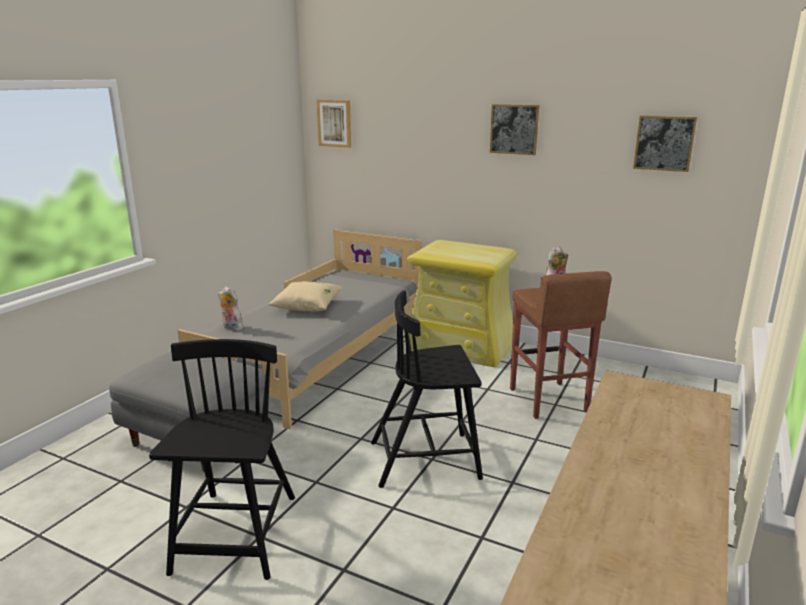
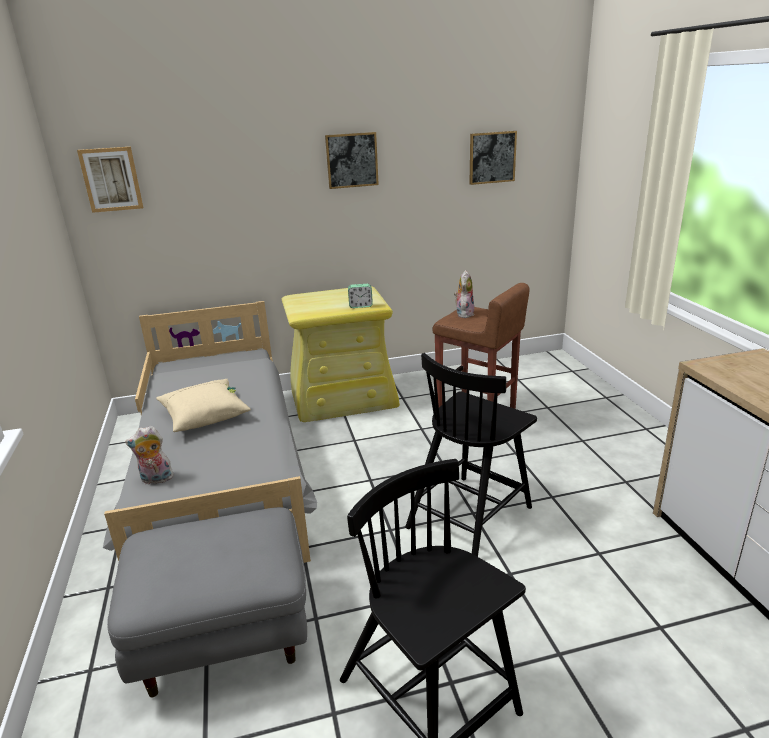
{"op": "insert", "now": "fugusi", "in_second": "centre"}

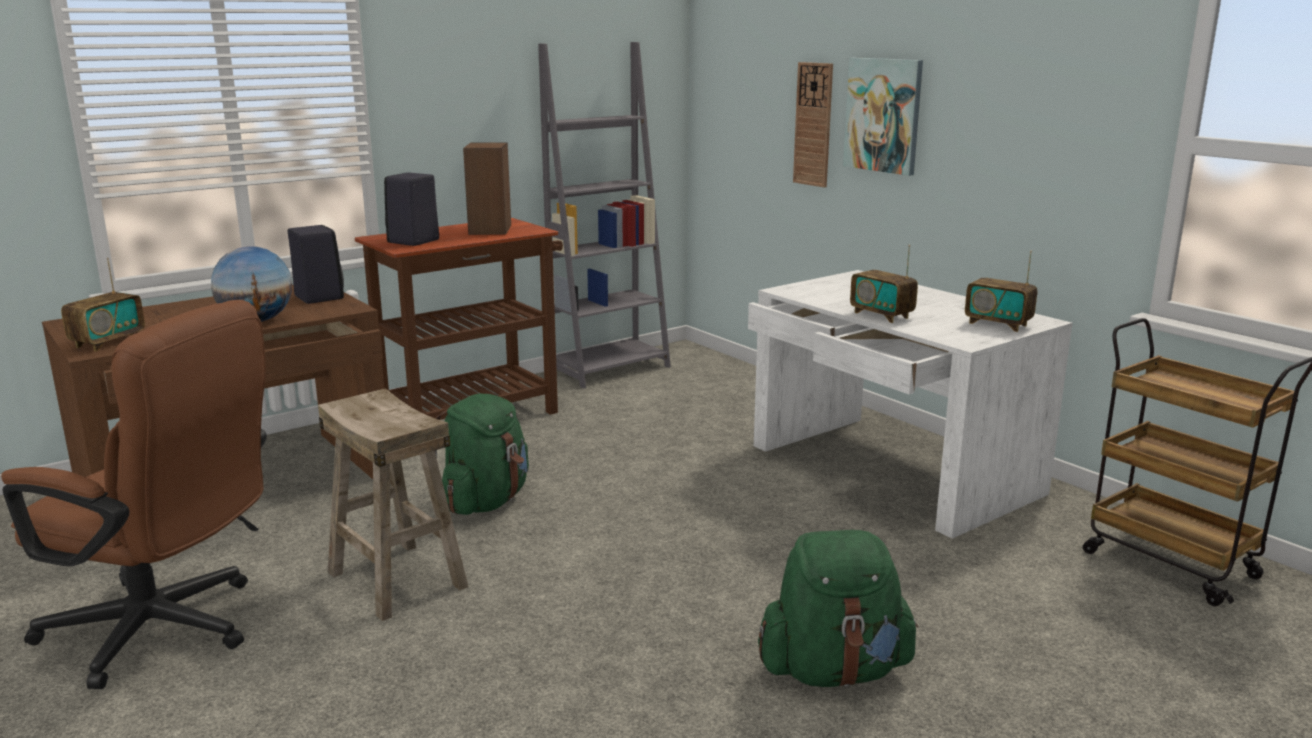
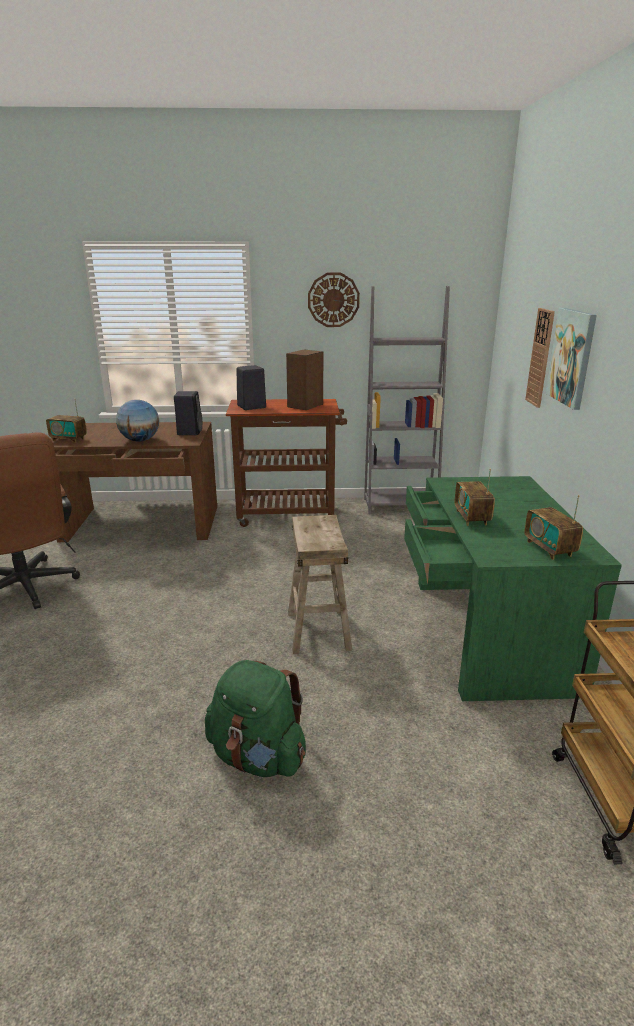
{"op": "rotate", "was": "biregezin (1st from left)", "in_first": "middle left", "in_second": "middle left", "clockwise": 45}
{"op": "recolor", "was": "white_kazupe", "now": "green_kazupe", "in_first": "middle right", "in_second": "middle right"}
{"op": "move", "was": "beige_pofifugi", "in_first": "bottom left", "in_second": "centre"}
{"op": "delete", "was": "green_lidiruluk (1st from left)", "in_first": "centre"}
{"op": "insert", "now": "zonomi (1st from left)", "in_second": "top centre"}

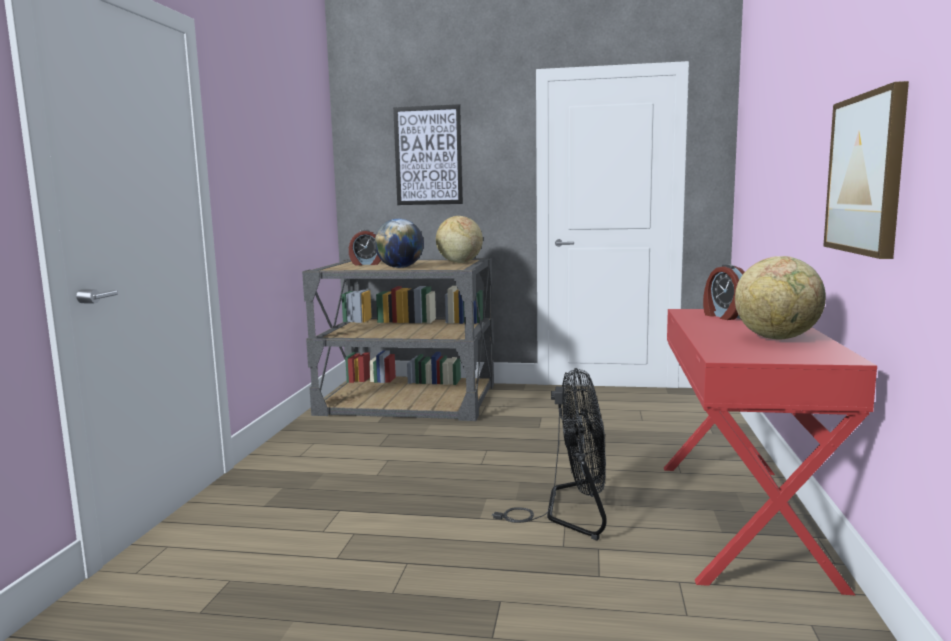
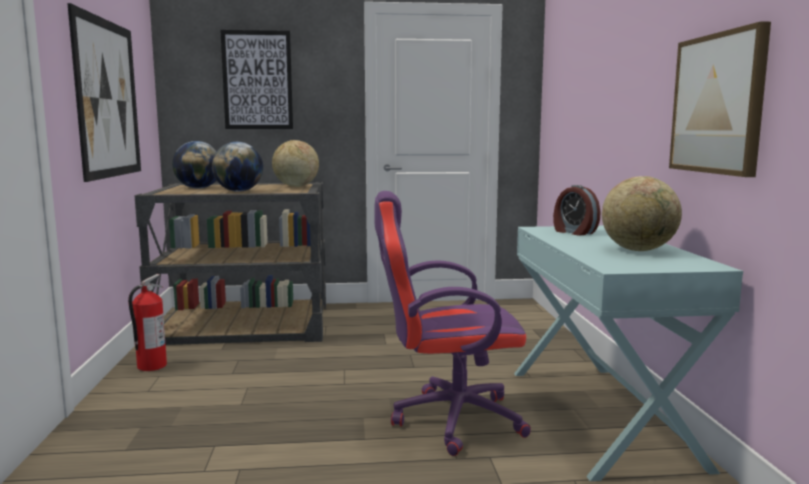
{"op": "replace", "was": "fugusi (1st from left)", "now": "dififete (1st from left)", "in_first": "centre", "in_second": "middle left"}
{"op": "recolor", "was": "red_kazupe", "now": "turquoise_kazupe", "in_first": "bottom right", "in_second": "bottom right"}
{"op": "replace", "was": "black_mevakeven", "now": "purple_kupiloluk", "in_first": "bottom centre", "in_second": "bottom centre"}
{"op": "insert", "now": "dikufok (1st from left)", "in_second": "top left"}
{"op": "insert", "now": "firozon", "in_second": "middle left"}

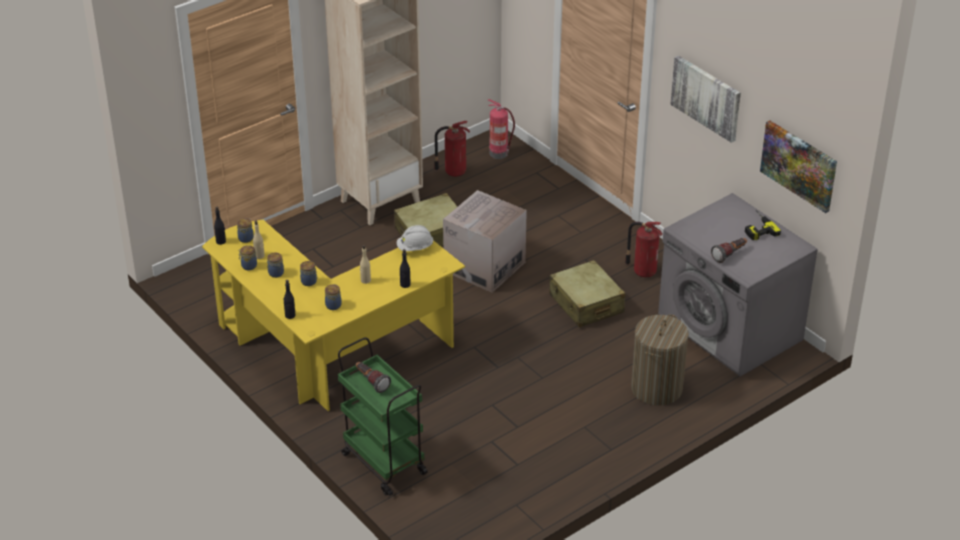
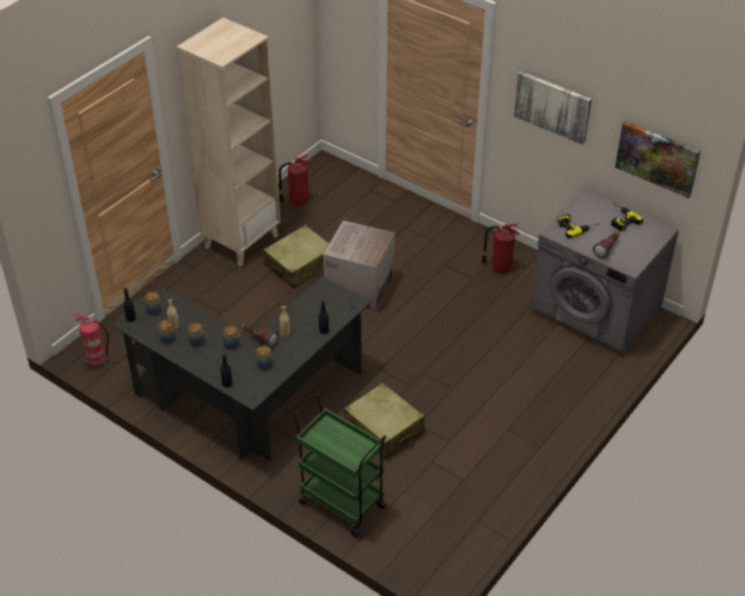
{"op": "move", "was": "firozon (2nd from left in the first image)", "now": "firozon (1st from left)", "in_first": "top centre", "in_second": "middle left"}
{"op": "recolor", "was": "yellow_kazupe", "now": "black_kazupe", "in_first": "centre", "in_second": "middle left"}
{"op": "delete", "was": "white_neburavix", "in_first": "centre"}
{"op": "move", "was": "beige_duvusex (2nd from left)", "in_first": "centre", "in_second": "bottom centre"}
{"op": "delete", "was": "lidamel", "in_first": "bottom right"}
{"op": "move", "was": "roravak (1st from left)", "in_first": "bottom centre", "in_second": "centre"}
{"op": "insert", "now": "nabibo (1st from left)", "in_second": "middle right"}

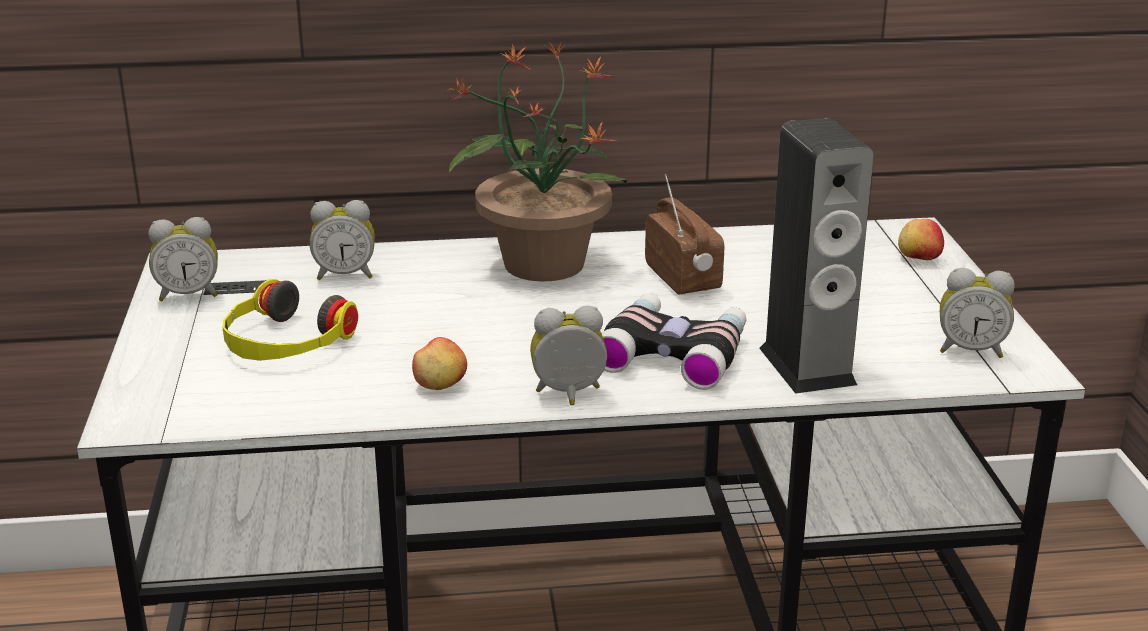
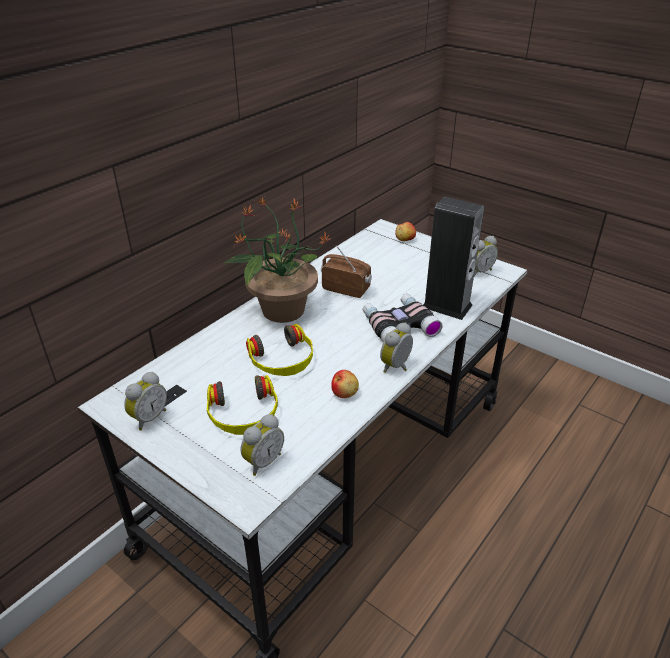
{"op": "move", "was": "fugusi (2nd from left)", "in_first": "middle left", "in_second": "bottom centre"}
{"op": "insert", "now": "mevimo (2nd from left)", "in_second": "centre"}

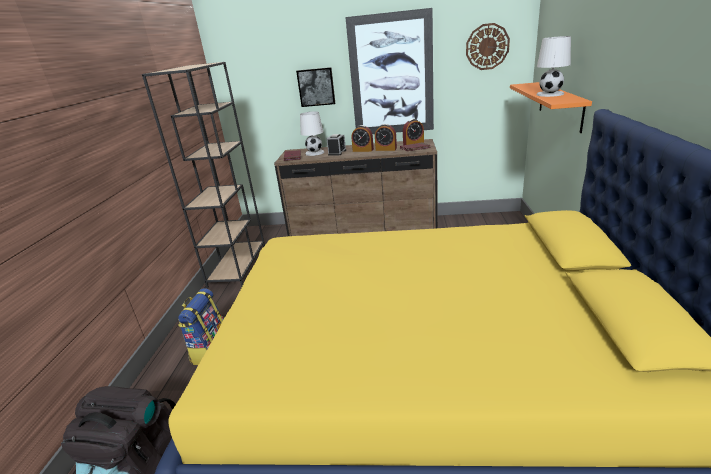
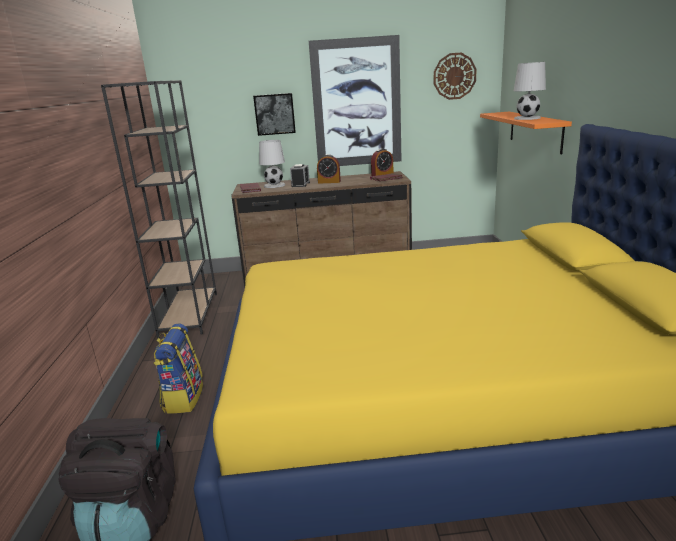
{"op": "delete", "was": "fugusi (3rd from left)", "in_first": "top centre"}

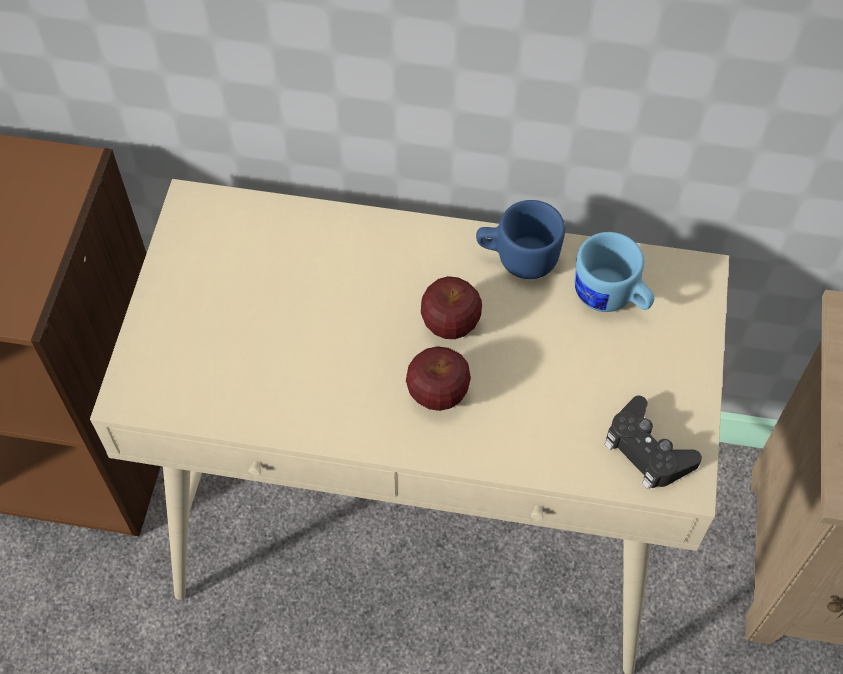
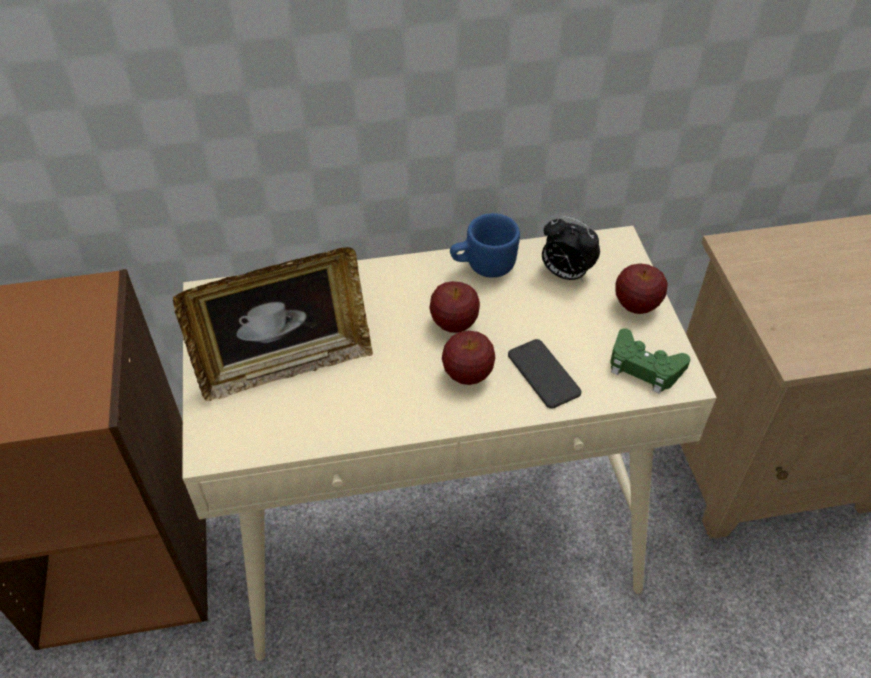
{"op": "replace", "was": "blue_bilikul (2nd from left)", "now": "fugusi", "in_first": "middle right", "in_second": "centre"}
{"op": "recolor", "was": "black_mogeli", "now": "green_mogeli", "in_first": "middle right", "in_second": "middle right"}
{"op": "insert", "now": "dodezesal", "in_second": "middle left"}
{"op": "insert", "now": "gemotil (3rd from left)", "in_second": "middle right"}
{"op": "insert", "now": "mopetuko", "in_second": "centre"}

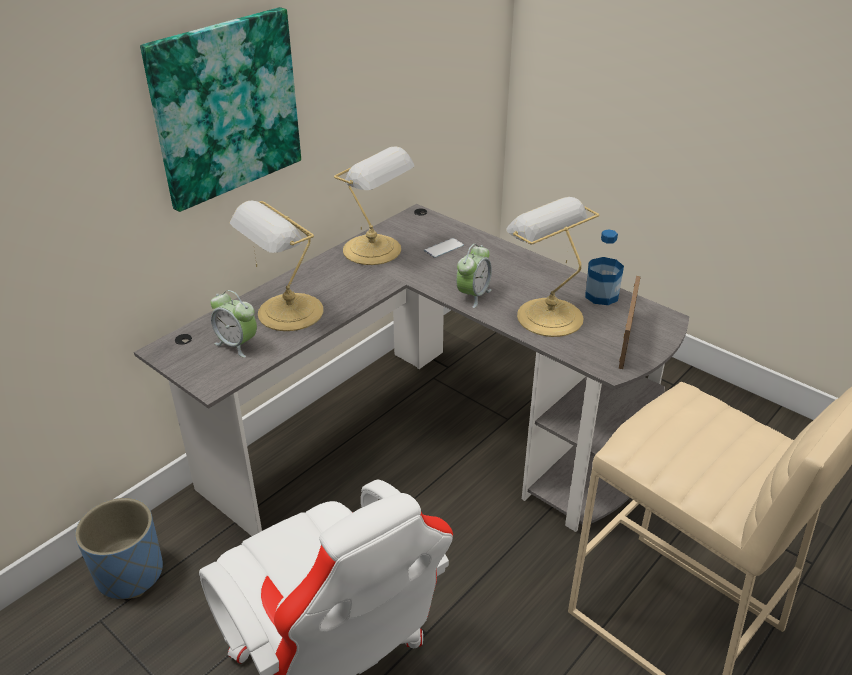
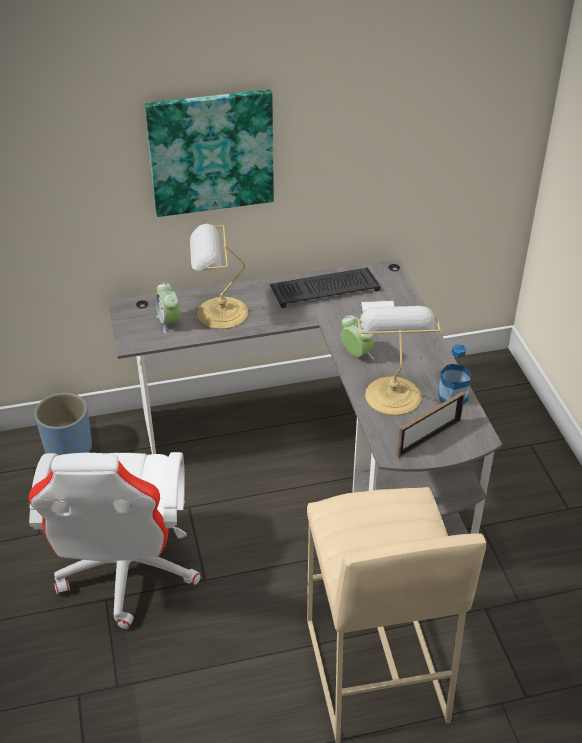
{"op": "replace", "was": "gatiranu (2nd from left)", "now": "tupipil", "in_first": "top centre", "in_second": "centre"}
{"op": "rotate", "was": "fugusi (2nd from left)", "in_first": "centre", "in_second": "centre", "clockwise": -105}

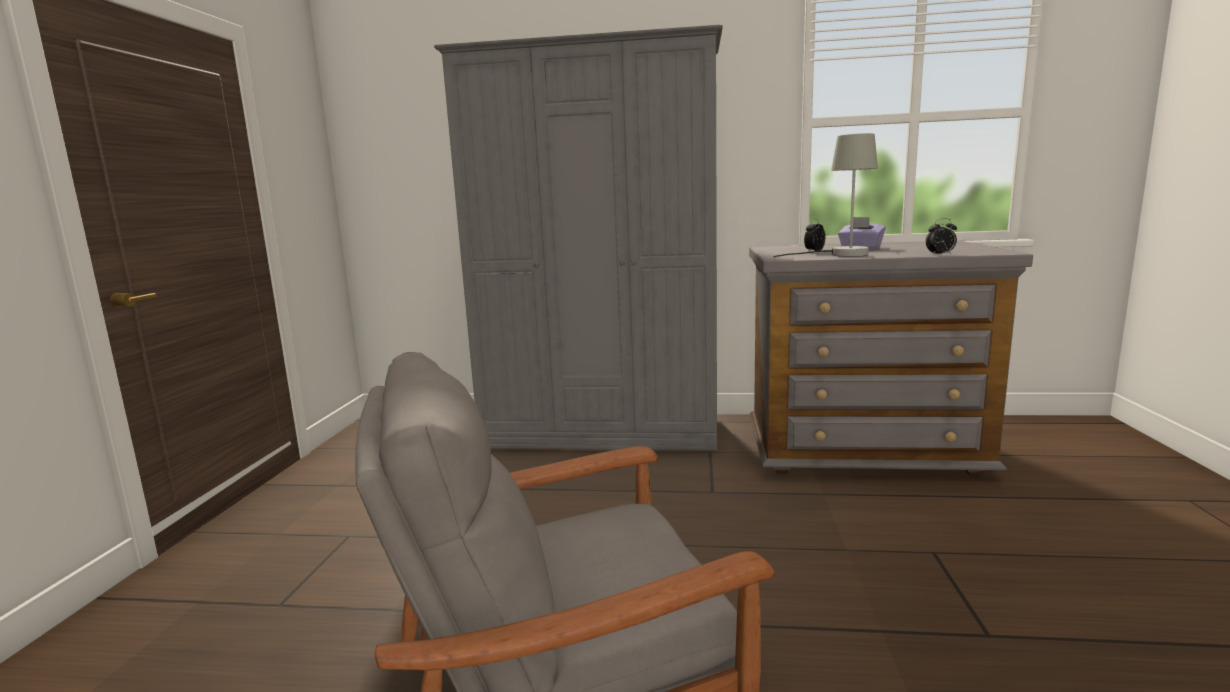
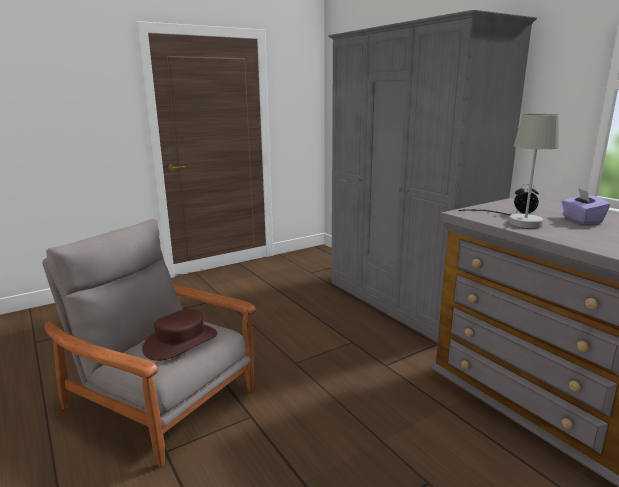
{"op": "delete", "was": "fugusi (2nd from left)", "in_first": "middle right"}
{"op": "insert", "now": "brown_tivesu", "in_second": "bottom left"}

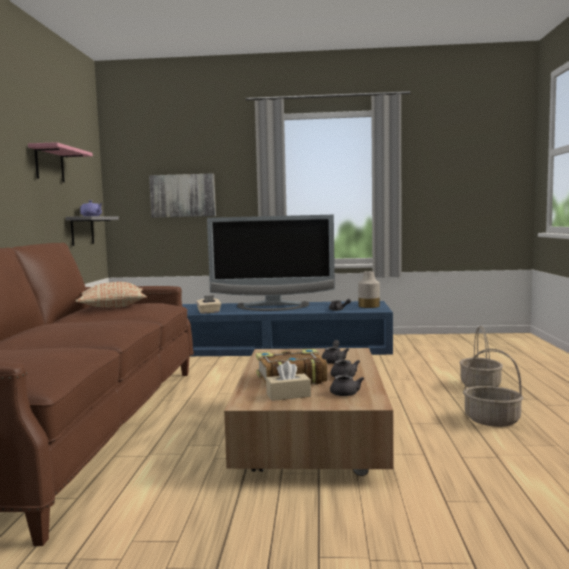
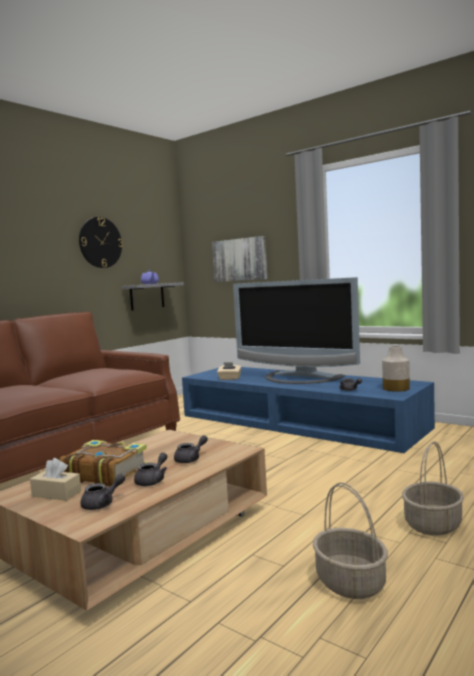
{"op": "replace", "was": "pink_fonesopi", "now": "zonomi", "in_first": "top left", "in_second": "middle left"}
{"op": "delete", "was": "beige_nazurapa", "in_first": "middle left"}

